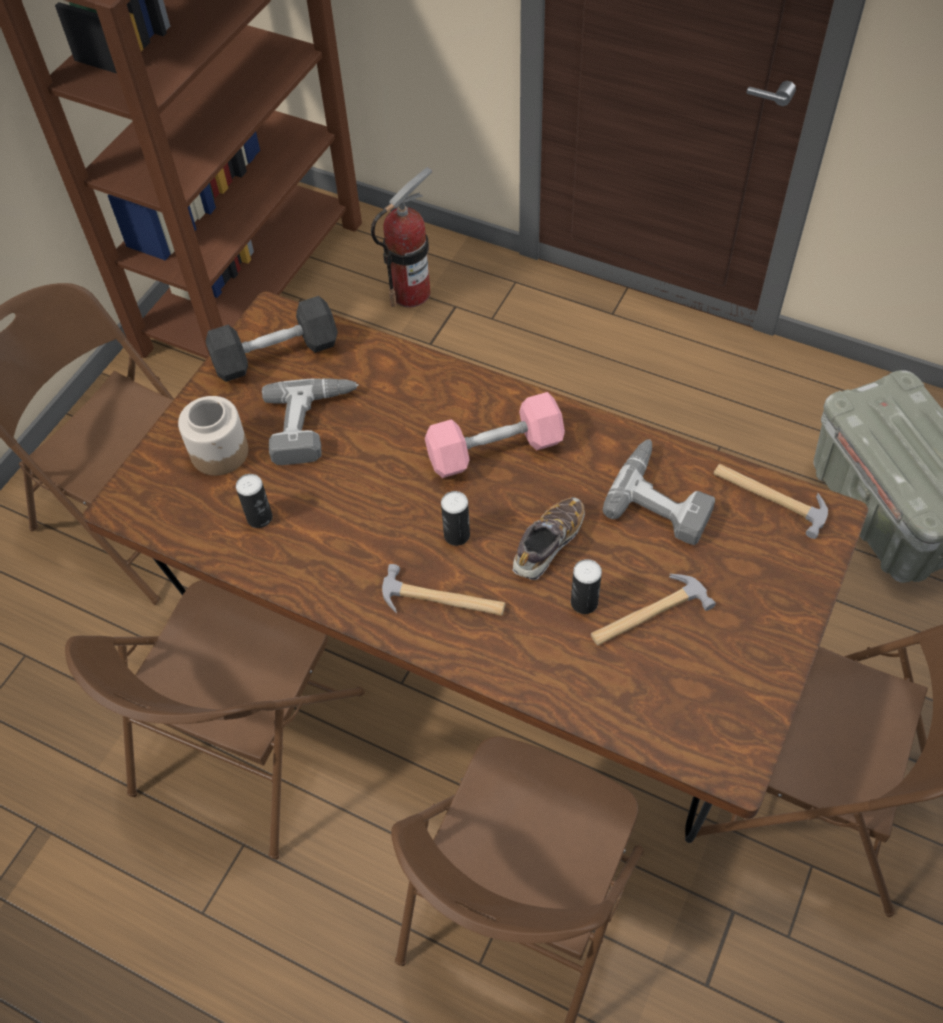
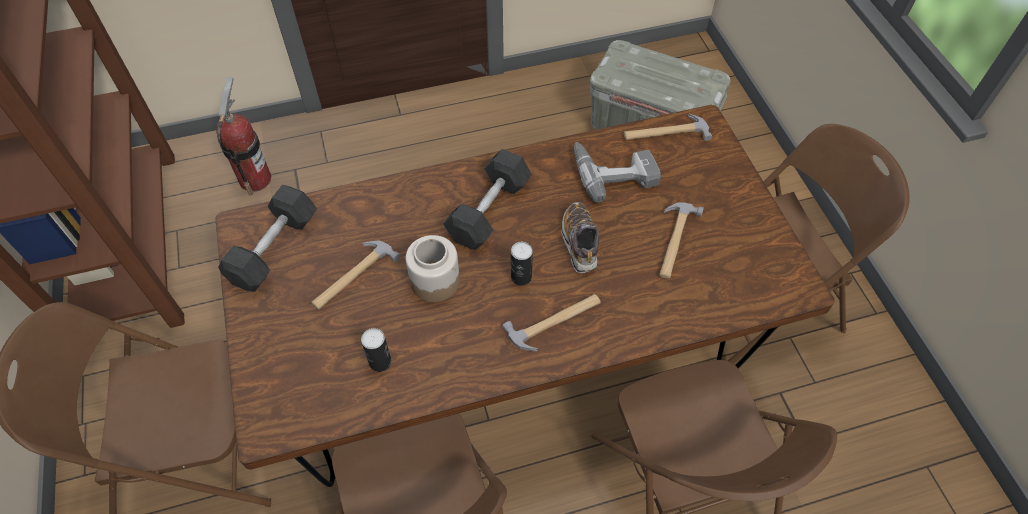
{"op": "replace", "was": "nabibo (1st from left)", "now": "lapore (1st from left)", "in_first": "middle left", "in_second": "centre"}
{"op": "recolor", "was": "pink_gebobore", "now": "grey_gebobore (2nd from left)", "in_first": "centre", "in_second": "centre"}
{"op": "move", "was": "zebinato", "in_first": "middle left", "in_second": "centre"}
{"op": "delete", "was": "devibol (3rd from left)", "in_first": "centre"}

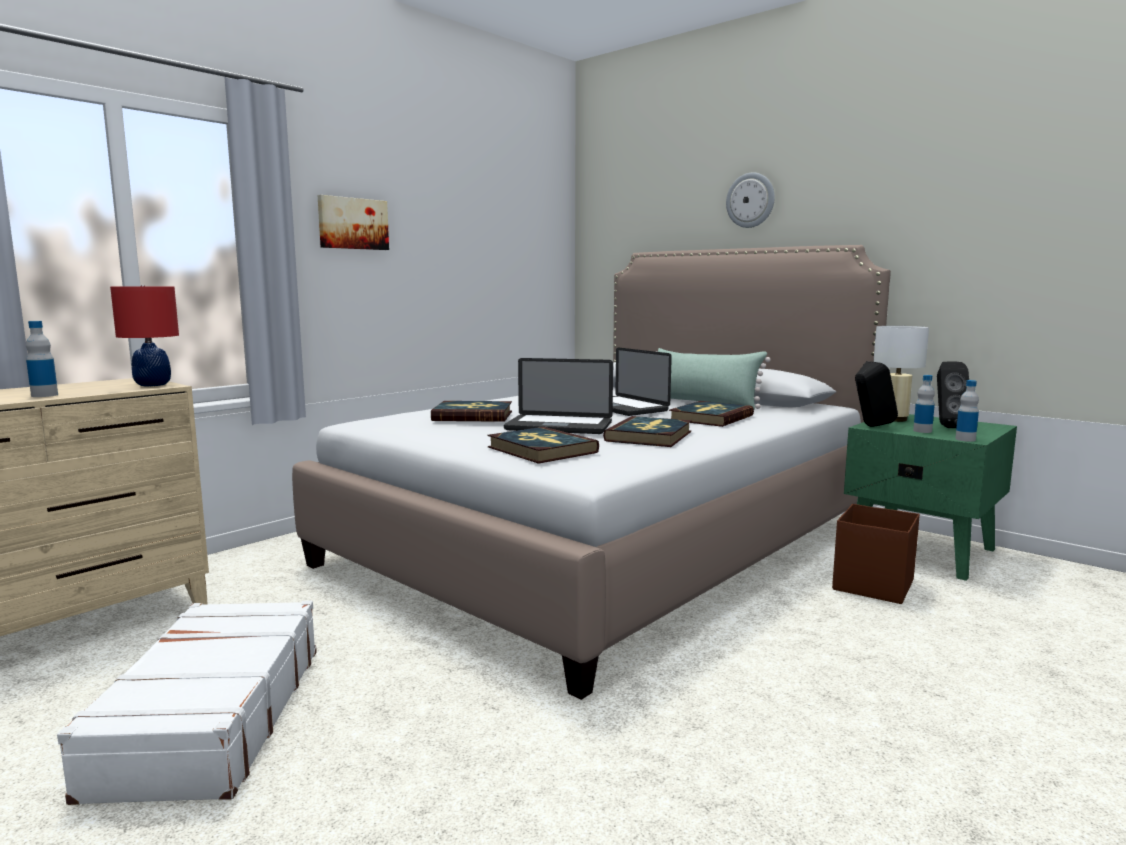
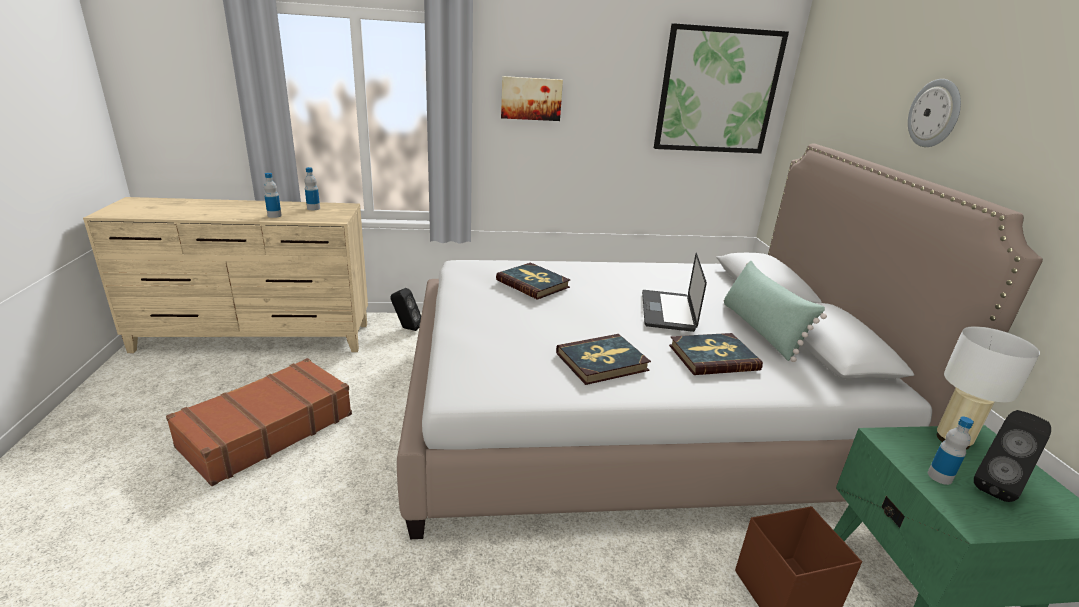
{"op": "delete", "was": "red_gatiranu", "in_first": "middle left"}
{"op": "delete", "was": "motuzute (1st from left)", "in_first": "centre"}
{"op": "move", "was": "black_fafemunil (1st from left)", "in_first": "middle right", "in_second": "centre"}
{"op": "move", "was": "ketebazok (3rd from left in the first image)", "now": "ketebazok (2nd from left)", "in_first": "middle right", "in_second": "top left"}
{"op": "delete", "was": "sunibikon (2nd from left)", "in_first": "centre"}
{"op": "recolor", "was": "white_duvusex", "now": "brown_duvusex", "in_first": "bottom left", "in_second": "bottom left"}
{"op": "insert", "now": "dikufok (2nd from left)", "in_second": "top right"}

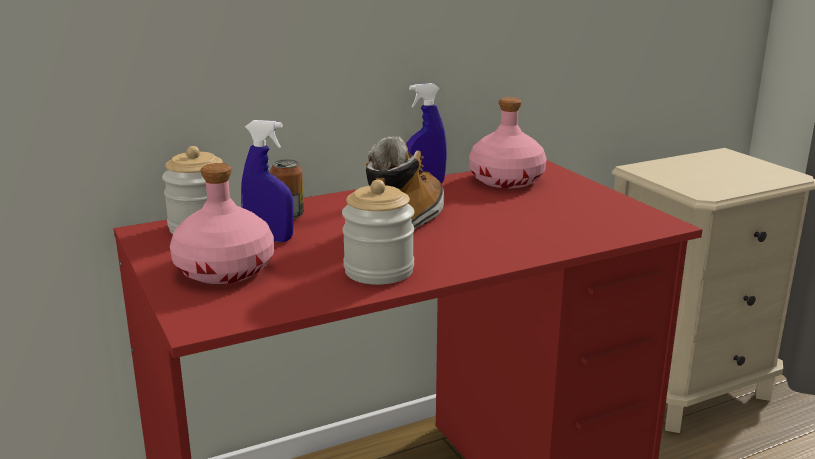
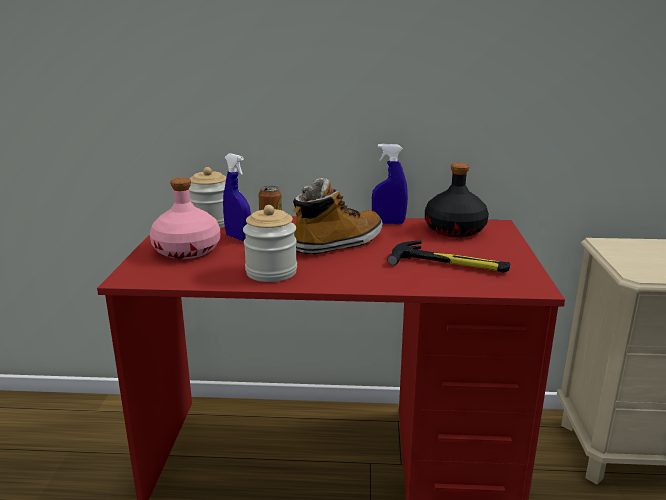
{"op": "recolor", "was": "pink_ketebazok (2nd from left)", "now": "black_ketebazok", "in_first": "top centre", "in_second": "middle right"}
{"op": "insert", "now": "lapore", "in_second": "middle right"}

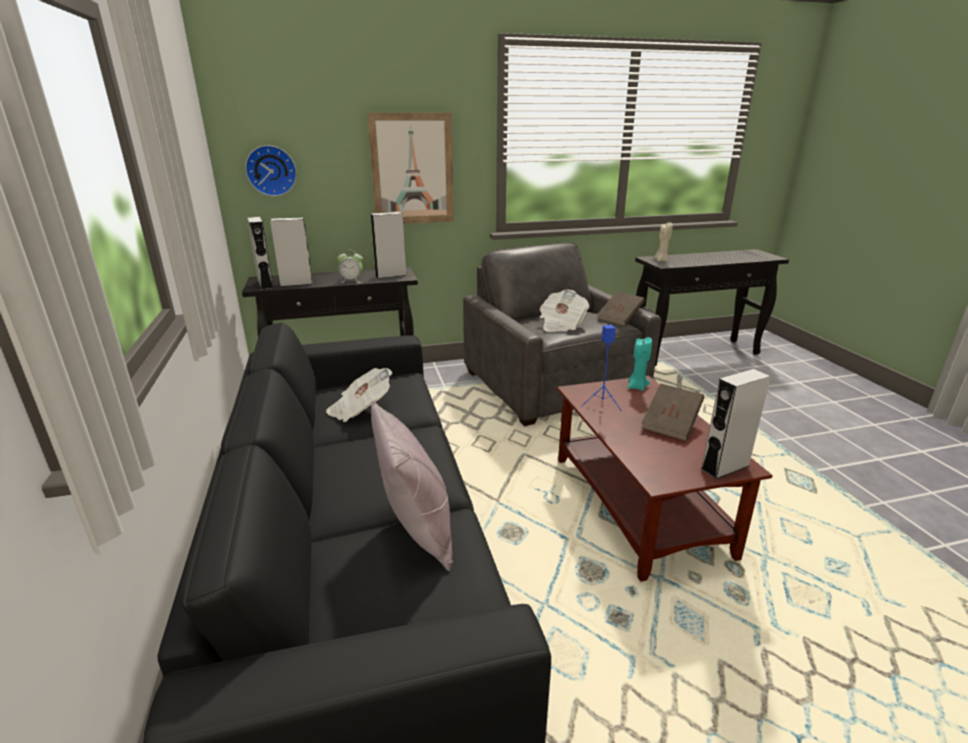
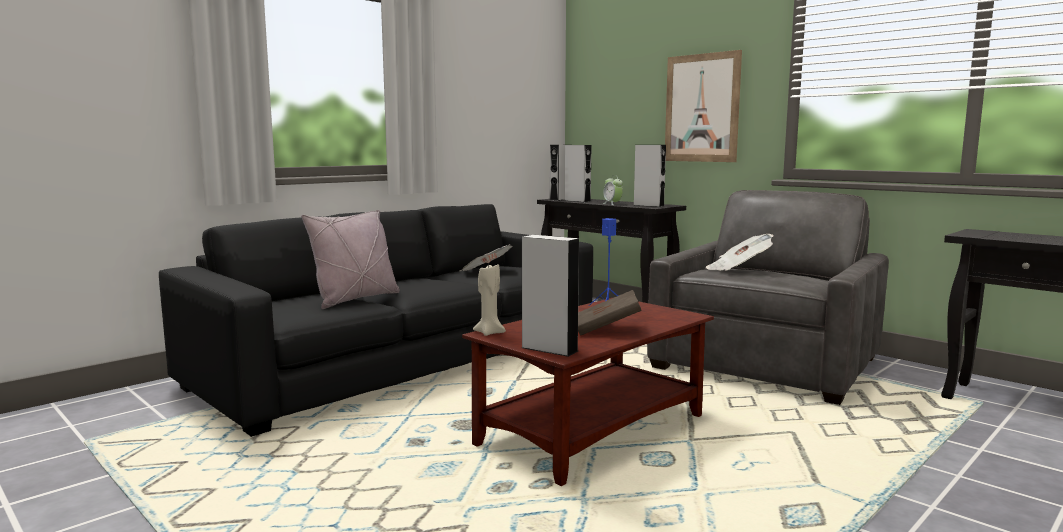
{"op": "delete", "was": "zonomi", "in_first": "top left"}
{"op": "move", "was": "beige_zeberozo", "in_first": "top right", "in_second": "centre"}
{"op": "delete", "was": "brown_sunibikon (1st from left)", "in_first": "centre"}
{"op": "delete", "was": "turquoise_zeberozo", "in_first": "centre"}

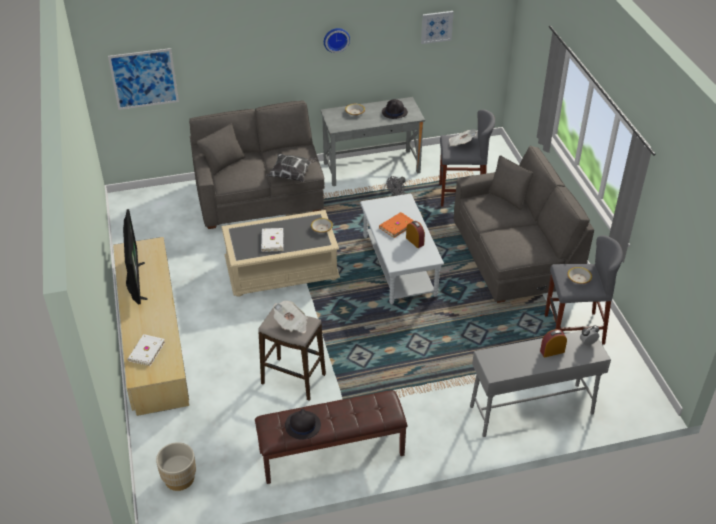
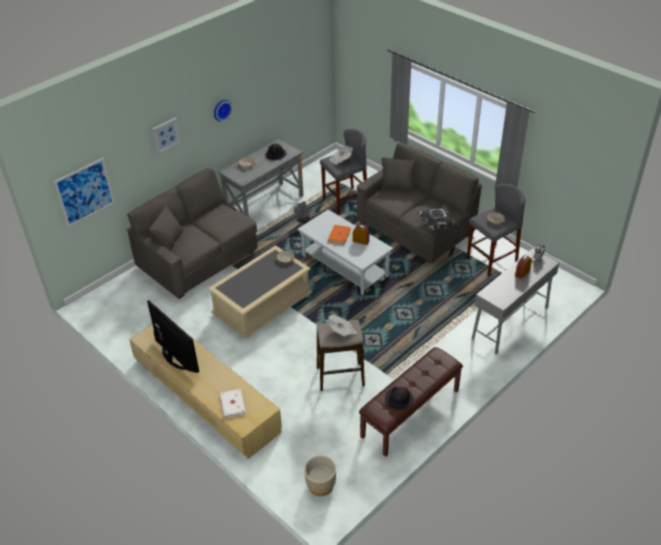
{"op": "move", "was": "dikufok (2nd from left)", "in_first": "top centre", "in_second": "top left"}
{"op": "move", "was": "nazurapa", "in_first": "top centre", "in_second": "centre"}
{"op": "delete", "was": "white_sunibikon (2nd from left)", "in_first": "centre"}

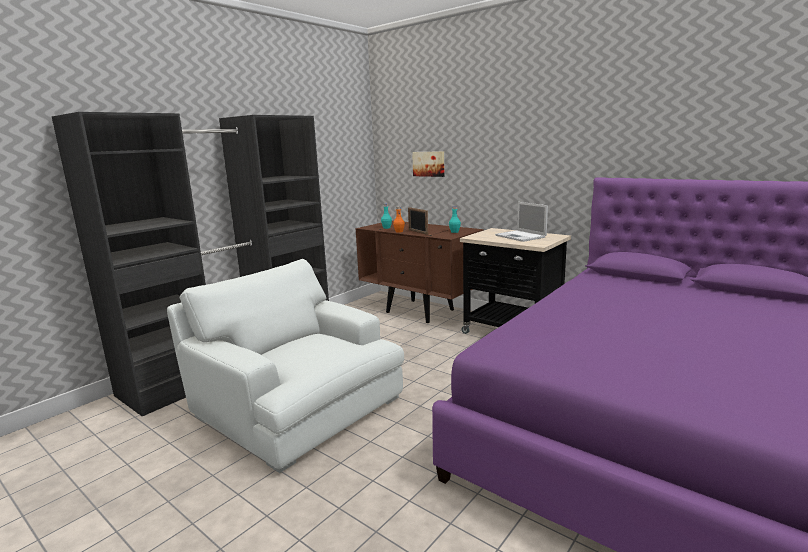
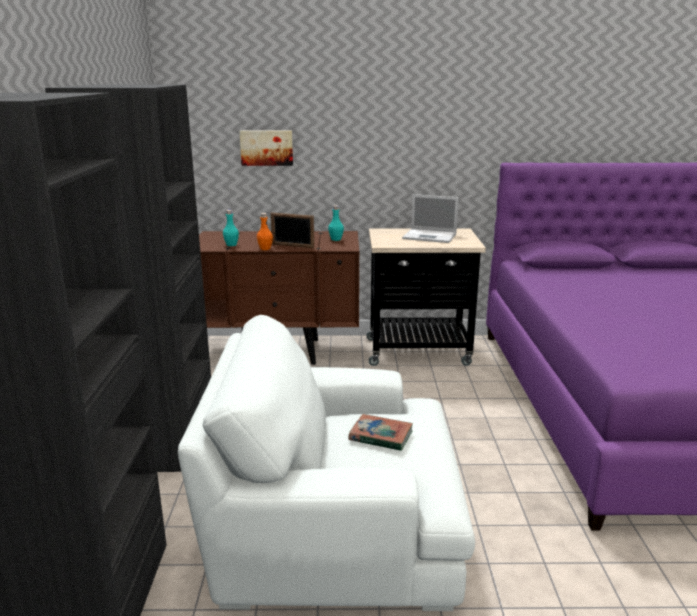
{"op": "insert", "now": "sunibikon", "in_second": "bottom centre"}

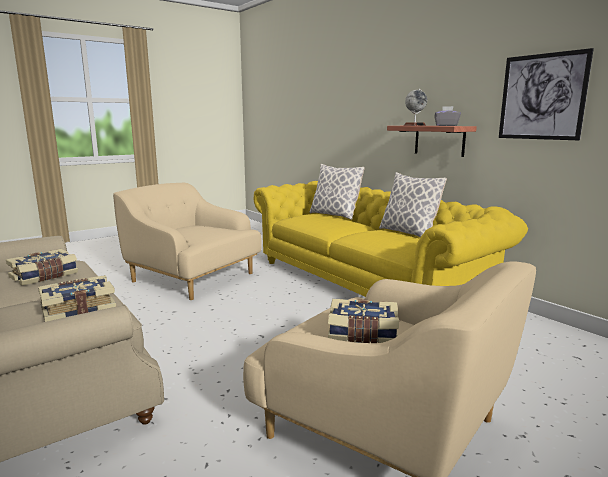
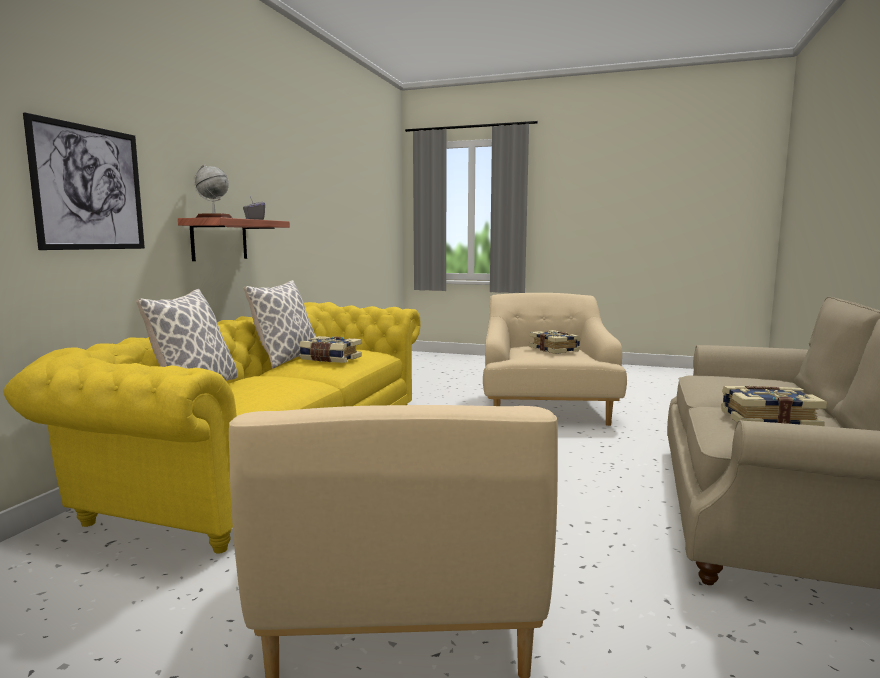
{"op": "move", "was": "dikufok", "in_first": "top right", "in_second": "top left"}
{"op": "move", "was": "sunibikon (2nd from left in the first image)", "now": "sunibikon (1st from left)", "in_first": "middle left", "in_second": "centre"}

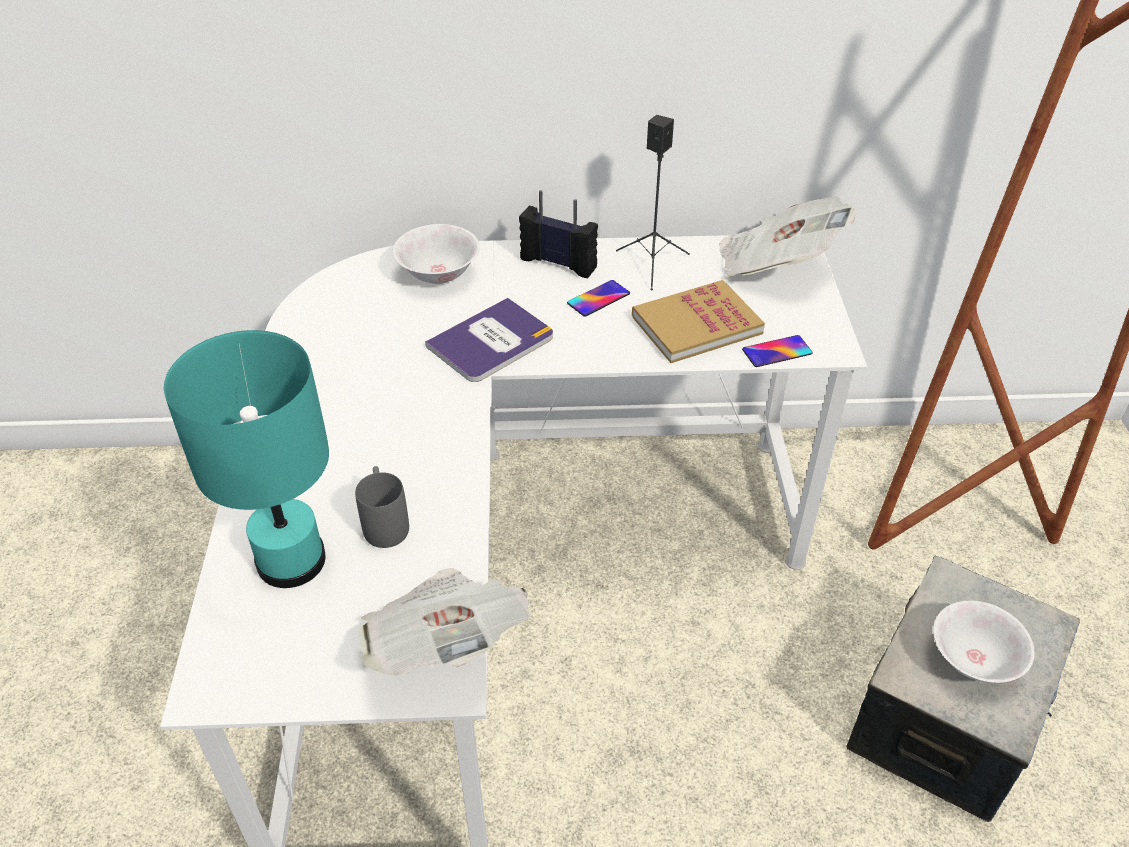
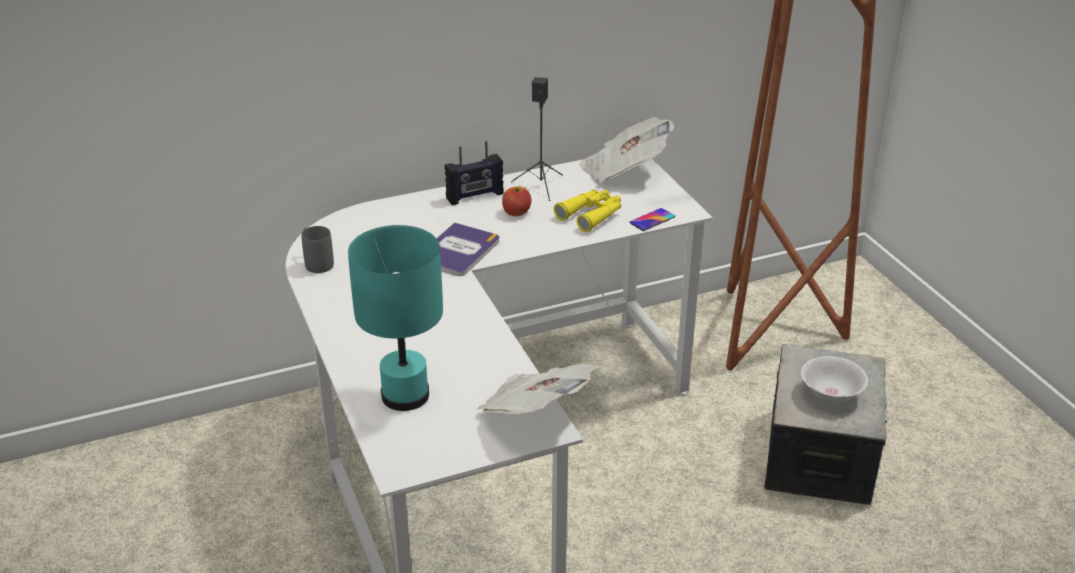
{"op": "rotate", "was": "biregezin", "in_first": "top centre", "in_second": "top centre", "clockwise": 150}
{"op": "delete", "was": "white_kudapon (1st from left)", "in_first": "top centre"}
{"op": "replace", "was": "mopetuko (1st from left)", "now": "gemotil", "in_first": "centre", "in_second": "centre"}
{"op": "replace", "was": "sunibikon (2nd from left)", "now": "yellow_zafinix", "in_first": "centre", "in_second": "centre"}
{"op": "move", "was": "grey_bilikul", "in_first": "centre", "in_second": "middle left"}

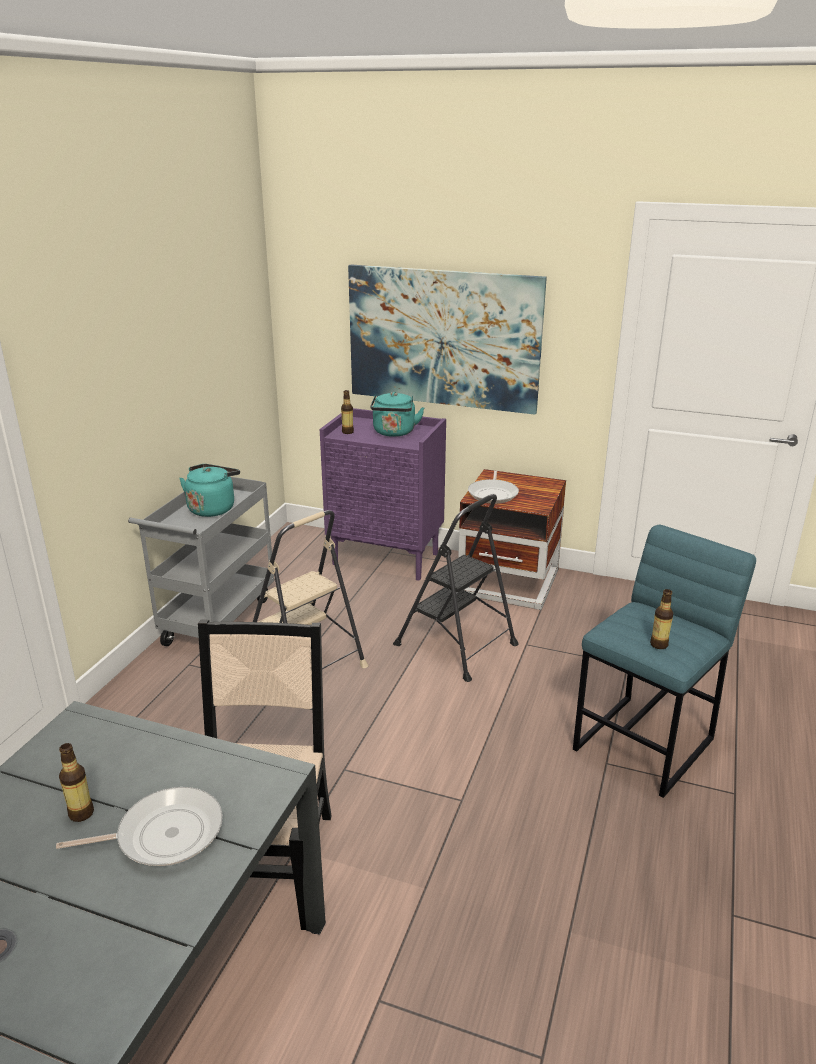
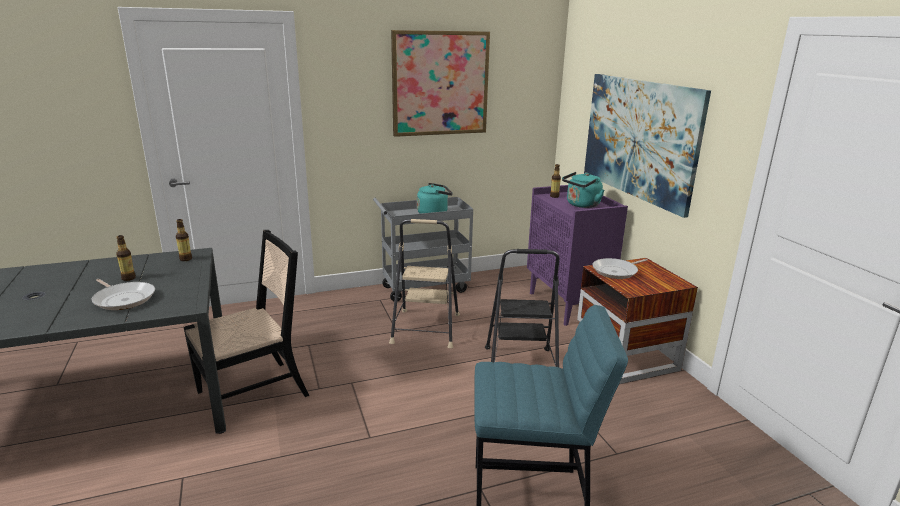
{"op": "move", "was": "ketebazok (3rd from left in the first image)", "now": "ketebazok (2nd from left)", "in_first": "middle right", "in_second": "middle left"}
{"op": "insert", "now": "dikufok (1st from left)", "in_second": "top centre"}

